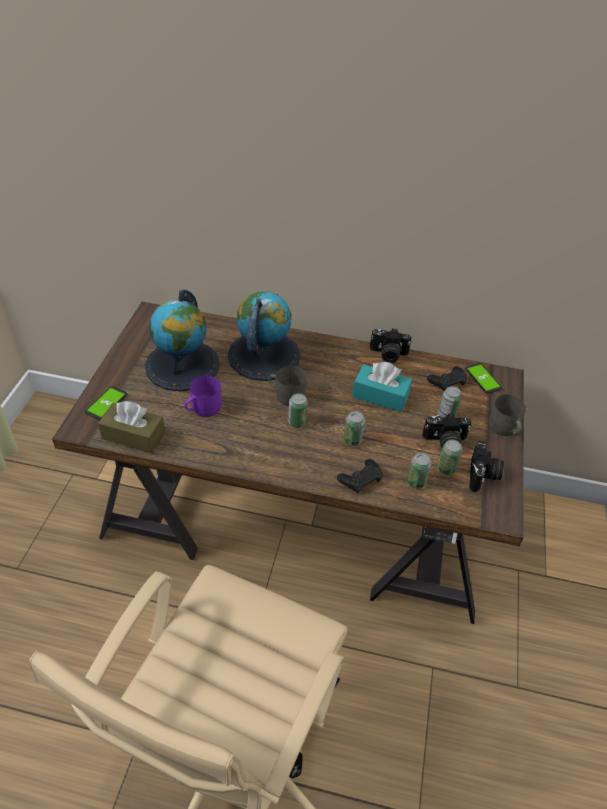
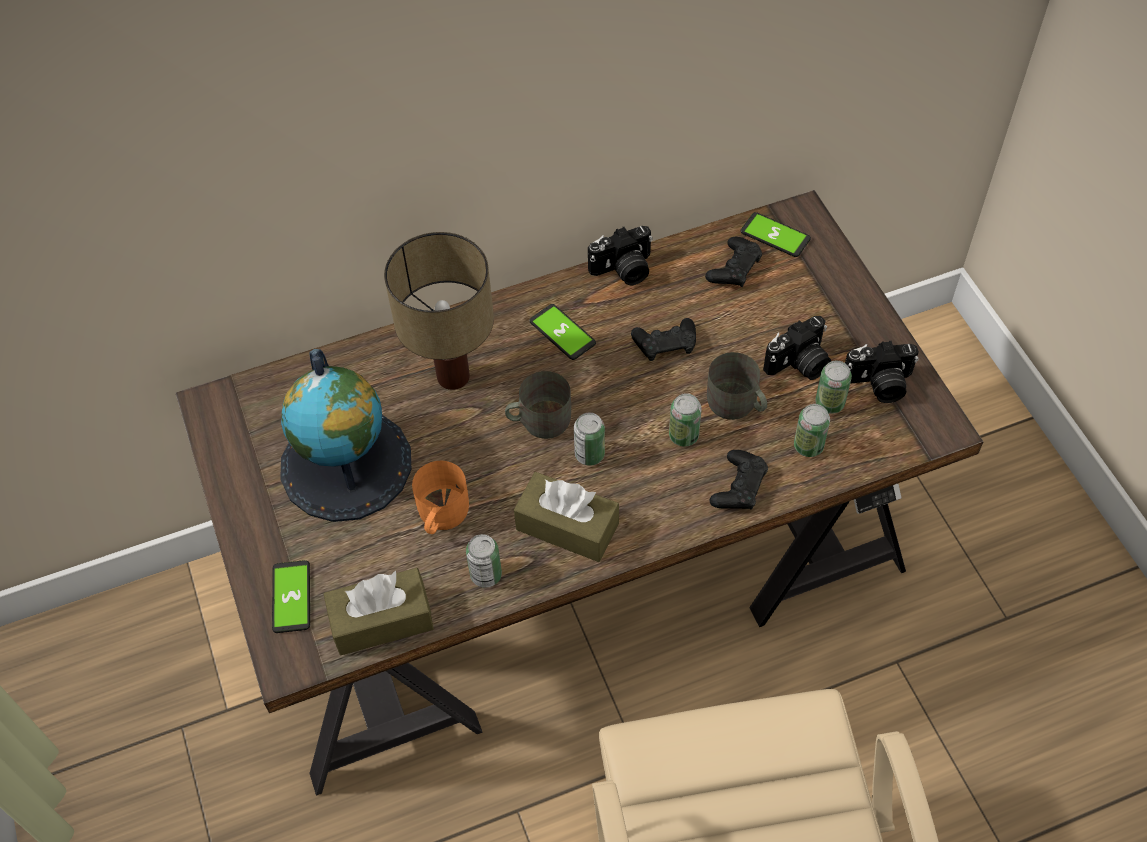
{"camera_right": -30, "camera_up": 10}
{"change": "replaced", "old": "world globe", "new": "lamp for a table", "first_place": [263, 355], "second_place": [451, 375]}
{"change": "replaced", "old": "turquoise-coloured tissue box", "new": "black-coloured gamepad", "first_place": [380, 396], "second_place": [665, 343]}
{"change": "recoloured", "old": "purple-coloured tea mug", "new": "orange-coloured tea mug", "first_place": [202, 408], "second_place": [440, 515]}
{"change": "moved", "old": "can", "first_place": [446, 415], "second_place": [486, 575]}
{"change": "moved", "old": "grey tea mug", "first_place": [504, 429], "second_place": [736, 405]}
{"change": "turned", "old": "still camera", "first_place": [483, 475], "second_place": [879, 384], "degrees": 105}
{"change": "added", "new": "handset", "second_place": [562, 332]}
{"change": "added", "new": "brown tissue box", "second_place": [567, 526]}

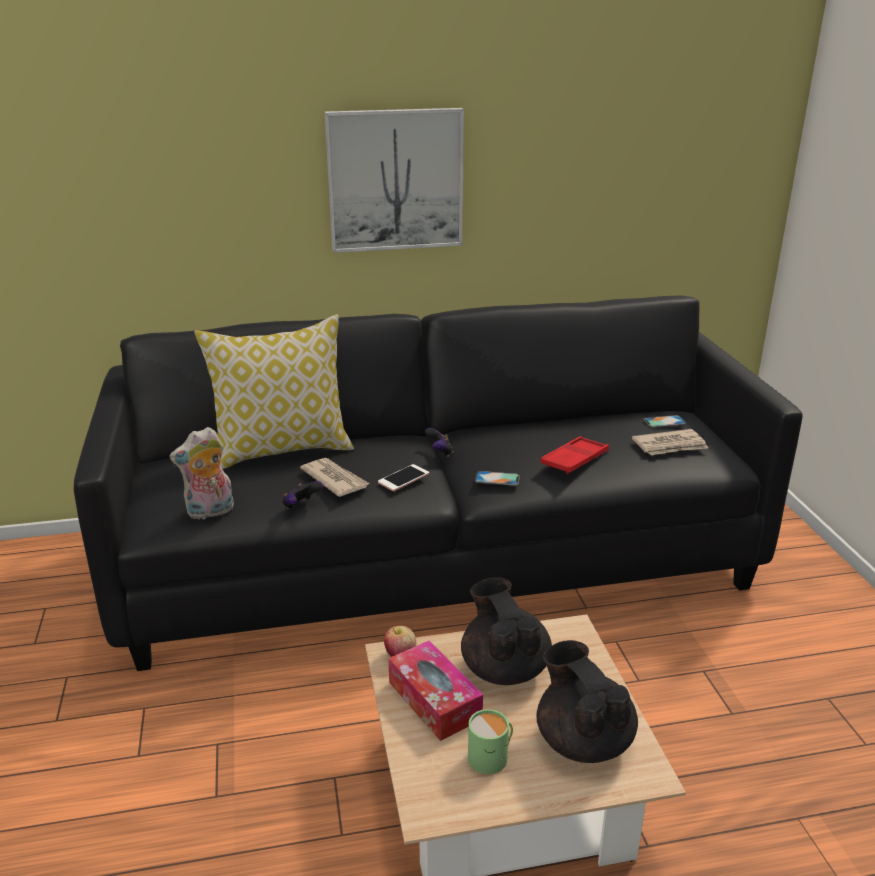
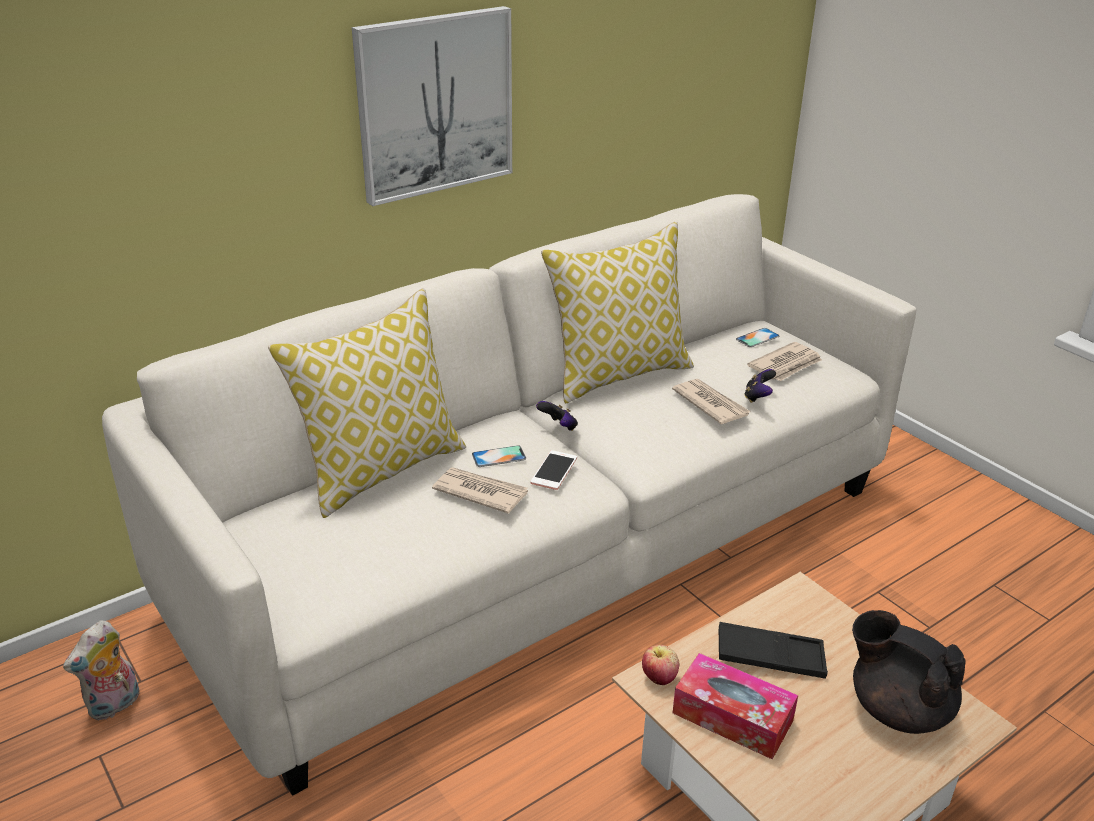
{"camera_right": -25, "camera_up": 5}
{"change": "recoloured", "old": "black-coloured settee", "new": "white settee", "first_place": [437, 559], "second_place": [544, 546]}
{"change": "moved", "old": "plush toy", "first_place": [210, 512], "second_place": [115, 705]}
{"change": "replaced", "old": "reddish tray", "new": "daily paper", "first_place": [574, 460], "second_place": [710, 404]}
{"change": "moved", "old": "handset", "first_place": [497, 478], "second_place": [499, 456]}
{"change": "moved", "old": "gamepad", "first_place": [301, 506], "second_place": [758, 397]}
{"change": "replaced", "old": "black-coloured pot for tea", "new": "black-coloured tray", "first_place": [504, 668], "second_place": [770, 656]}
{"change": "removed", "old": "green-coloured tea mug", "first_place": [492, 757]}
{"change": "added", "new": "throw pillow", "second_place": [618, 374]}

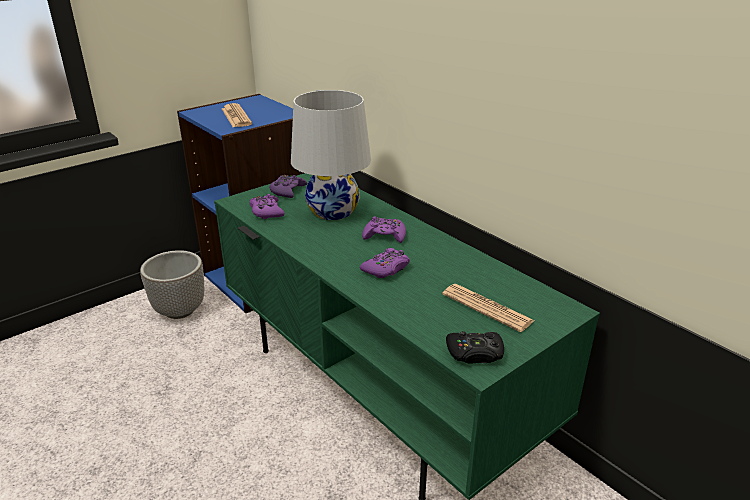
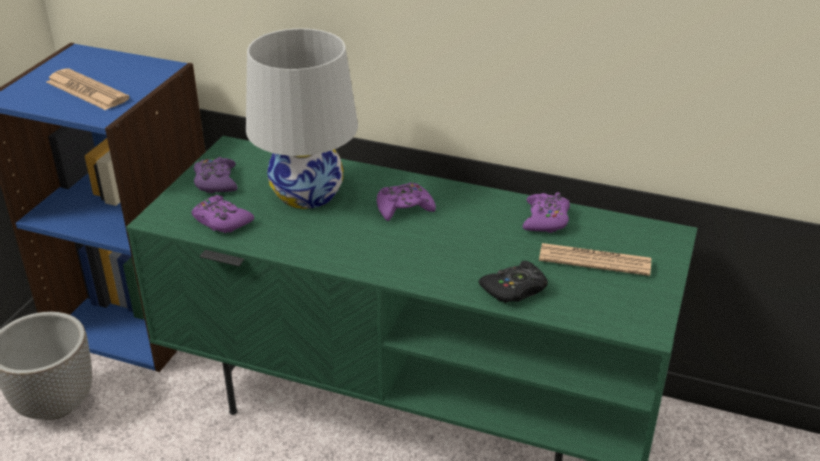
{"camera_right": -30, "camera_up": 5}
{"change": "moved", "old": "purple-coloured gamepad", "first_place": [386, 269], "second_place": [546, 219]}
{"change": "moved", "old": "black-coloured gamepad", "first_place": [475, 353], "second_place": [515, 289]}

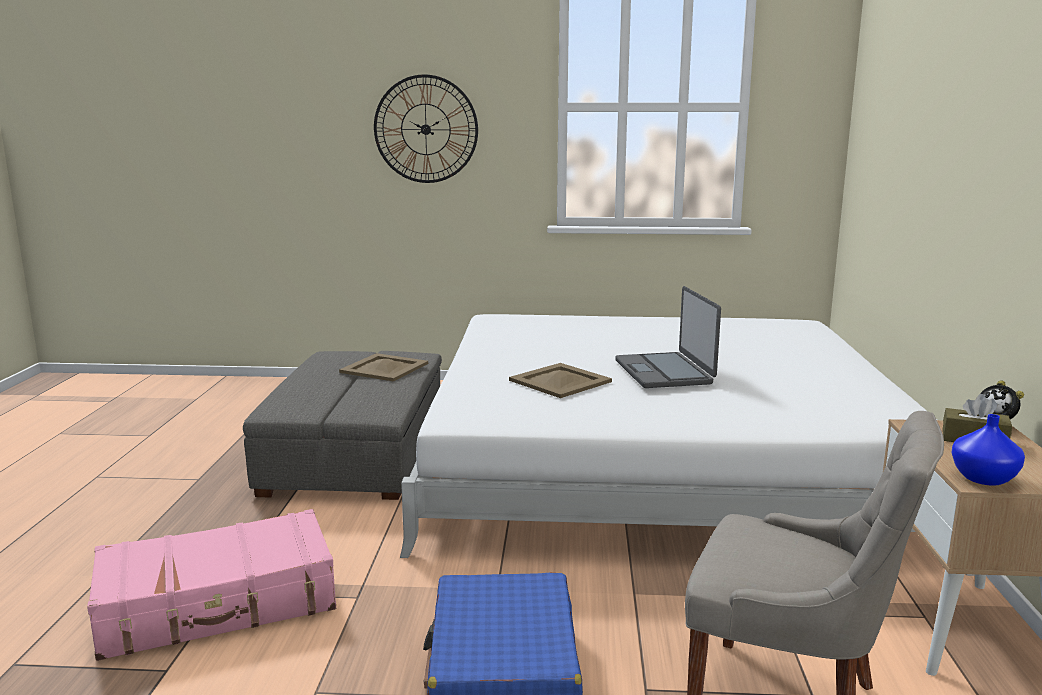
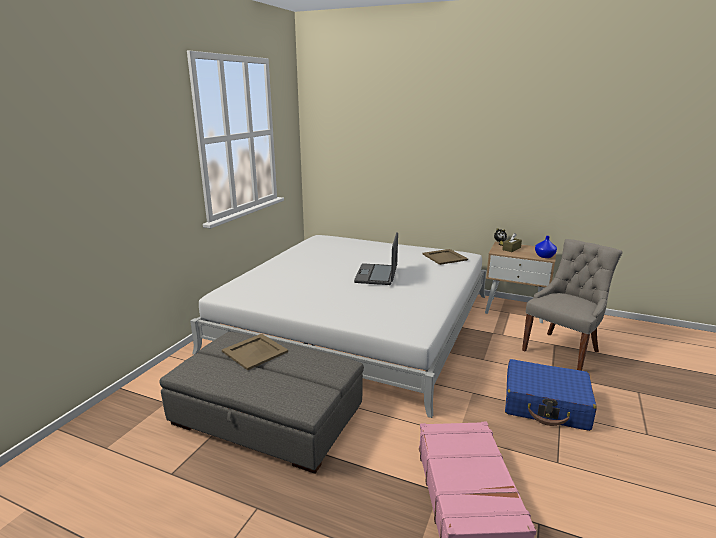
{"camera_right": -70, "camera_up": 5}
{"change": "removed", "old": "hanging clock", "first_place": [426, 129]}
{"change": "turned", "old": "portable computer", "first_place": [664, 372], "second_place": [377, 275], "degrees": 90}
{"change": "moved", "old": "beige tray", "first_place": [560, 381], "second_place": [445, 257]}

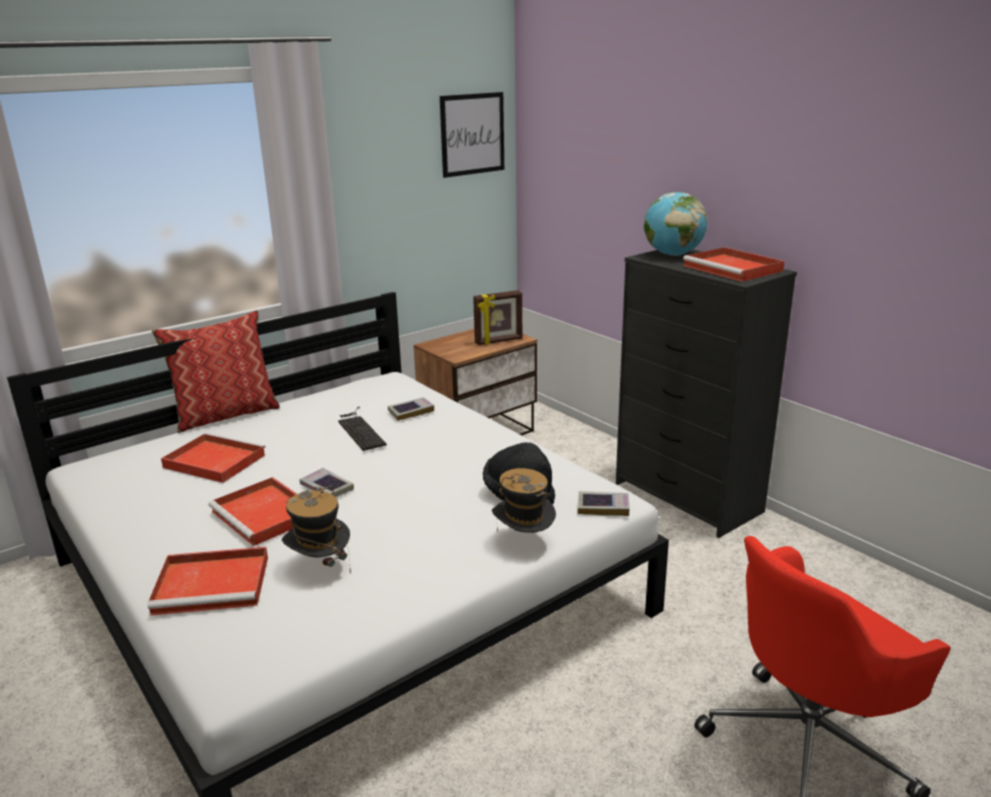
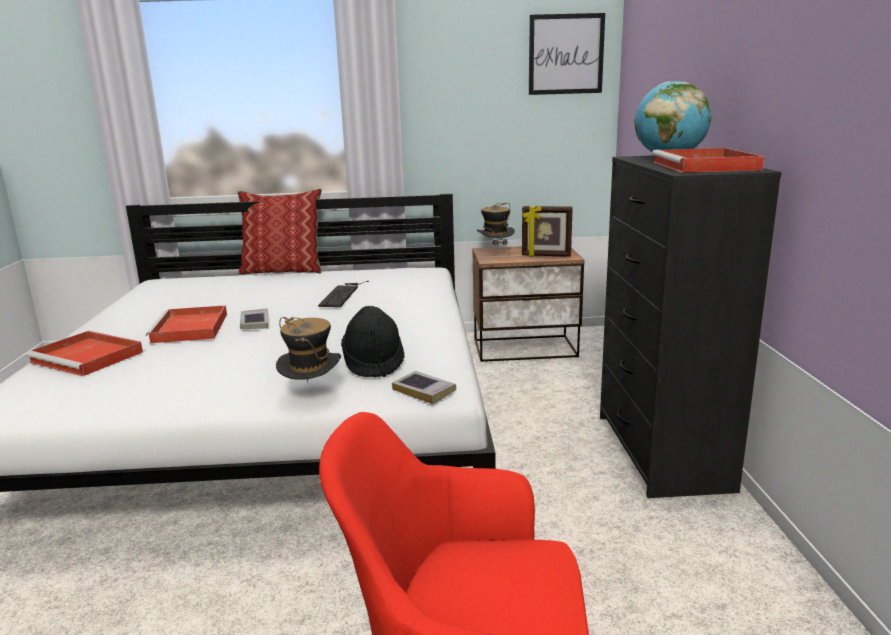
{"camera_right": 35, "camera_up": -5}
{"change": "removed", "old": "volume", "first_place": [411, 412]}
{"change": "removed", "old": "reddish tray", "first_place": [212, 461]}
{"change": "moved", "old": "hat", "first_place": [320, 568], "second_place": [495, 253]}

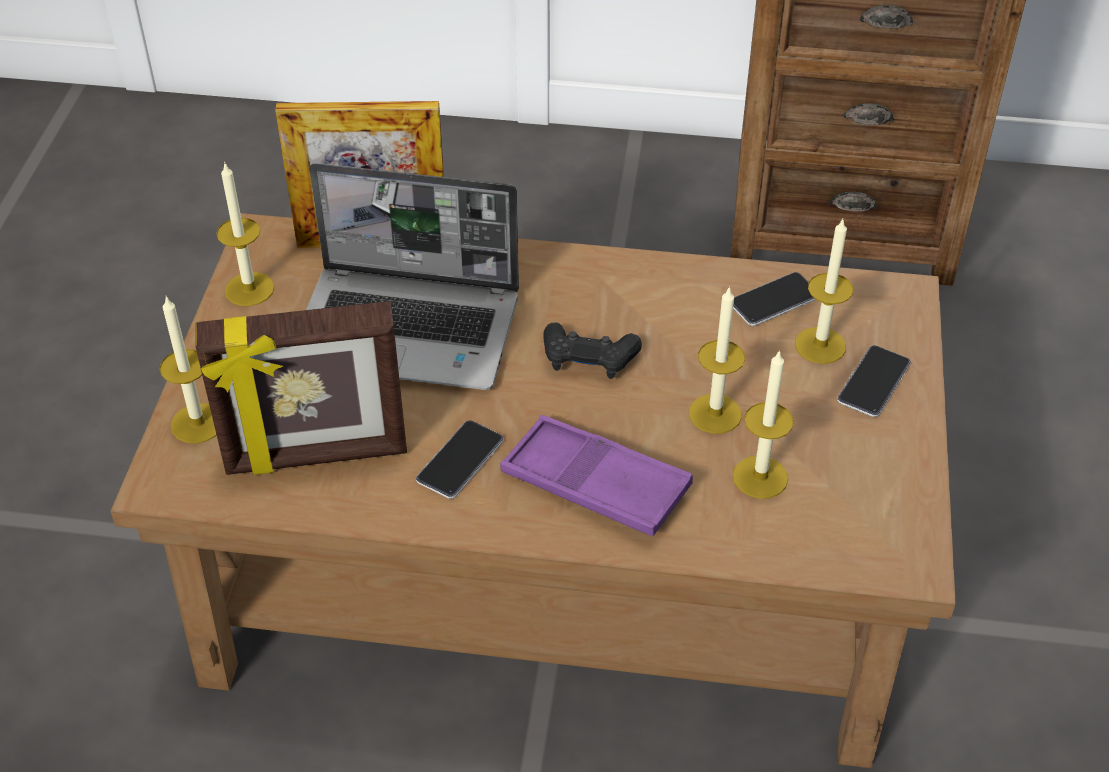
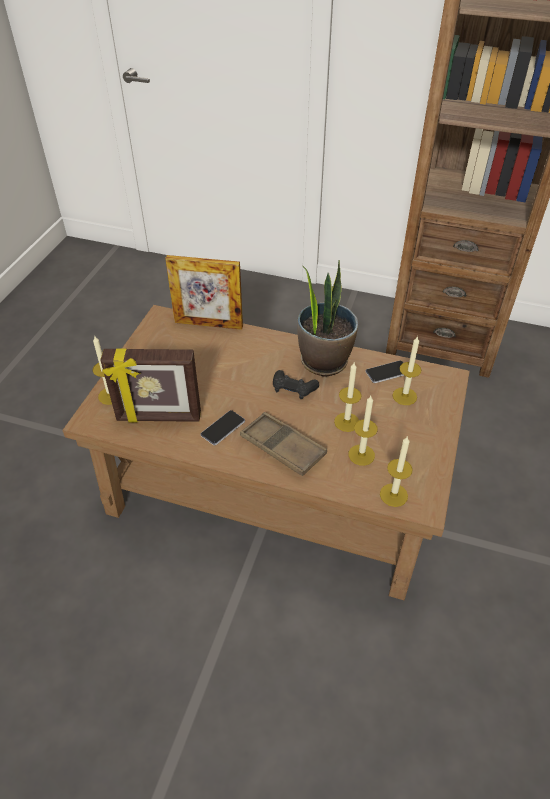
{"camera_right": 10, "camera_up": 0}
{"change": "moved", "old": "candle", "first_place": [249, 289], "second_place": [393, 495]}
{"change": "removed", "old": "portable computer", "first_place": [409, 330]}
{"change": "removed", "old": "handset", "first_place": [873, 382]}
{"change": "recoloured", "old": "purple-coloured tray", "new": "brown tray", "first_place": [595, 484], "second_place": [282, 447]}
{"change": "added", "new": "houseplant", "second_place": [324, 361]}

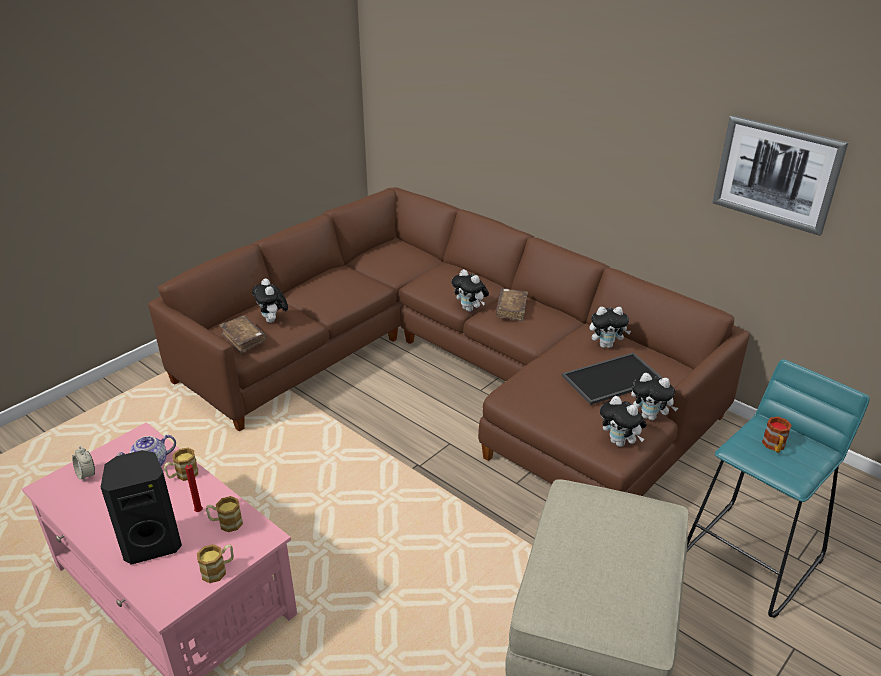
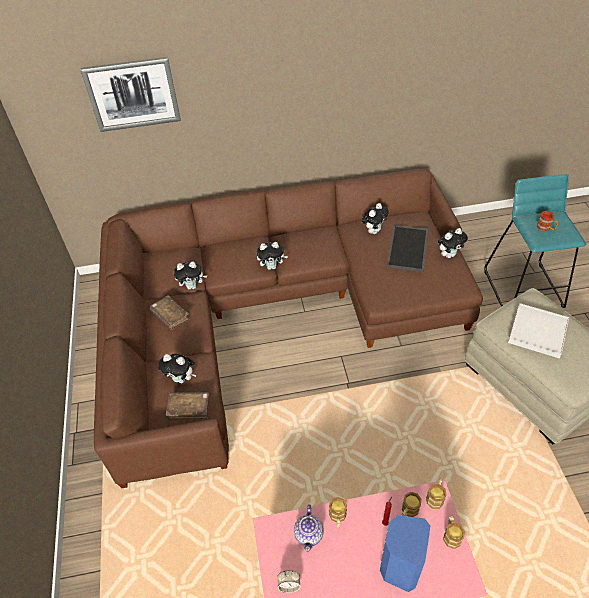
{"camera_right": -50, "camera_up": 15}
{"change": "moved", "old": "wall art", "first_place": [776, 174], "second_place": [133, 94]}
{"change": "moved", "old": "brown volume", "first_place": [511, 310], "second_place": [170, 316]}
{"change": "moved", "old": "plush toy", "first_place": [620, 443], "second_place": [192, 286]}
{"change": "recoloured", "old": "black-coloured speaker", "new": "bluish speaker", "first_place": [152, 543], "second_place": [399, 566]}
{"change": "added", "new": "white tray", "second_place": [537, 332]}
{"change": "added", "new": "tea mug", "second_place": [435, 497]}

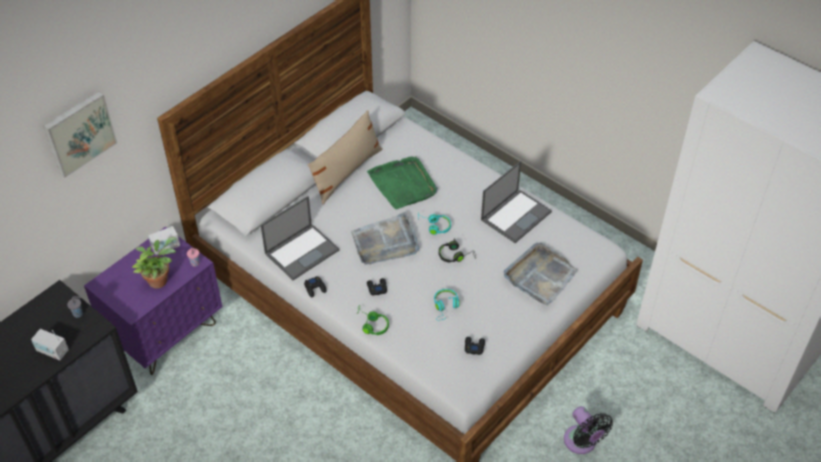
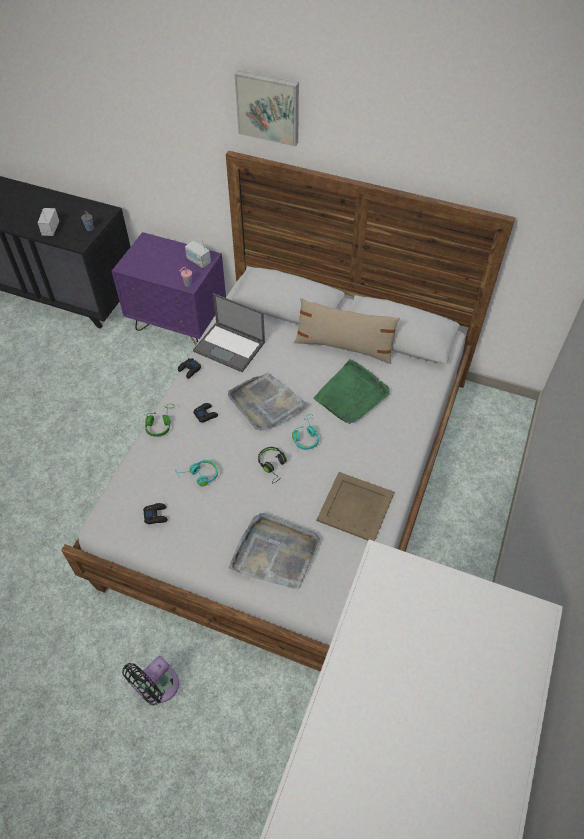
{"camera_right": 70, "camera_up": 5}
{"change": "moved", "old": "wall art", "first_place": [78, 132], "second_place": [268, 107]}
{"change": "replaced", "old": "portable computer", "new": "beige tray", "first_place": [516, 215], "second_place": [356, 506]}
{"change": "removed", "old": "houseplant", "first_place": [159, 279]}

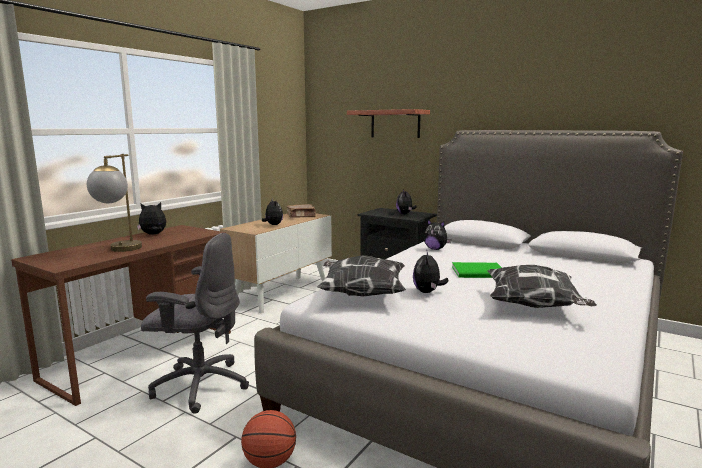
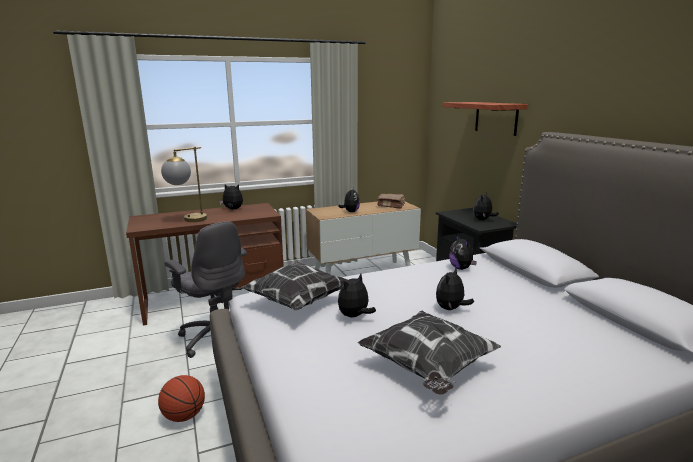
{"camera_right": 35, "camera_up": 5}
{"change": "replaced", "old": "green-coloured volume", "new": "plush toy", "first_place": [480, 272], "second_place": [451, 309]}

